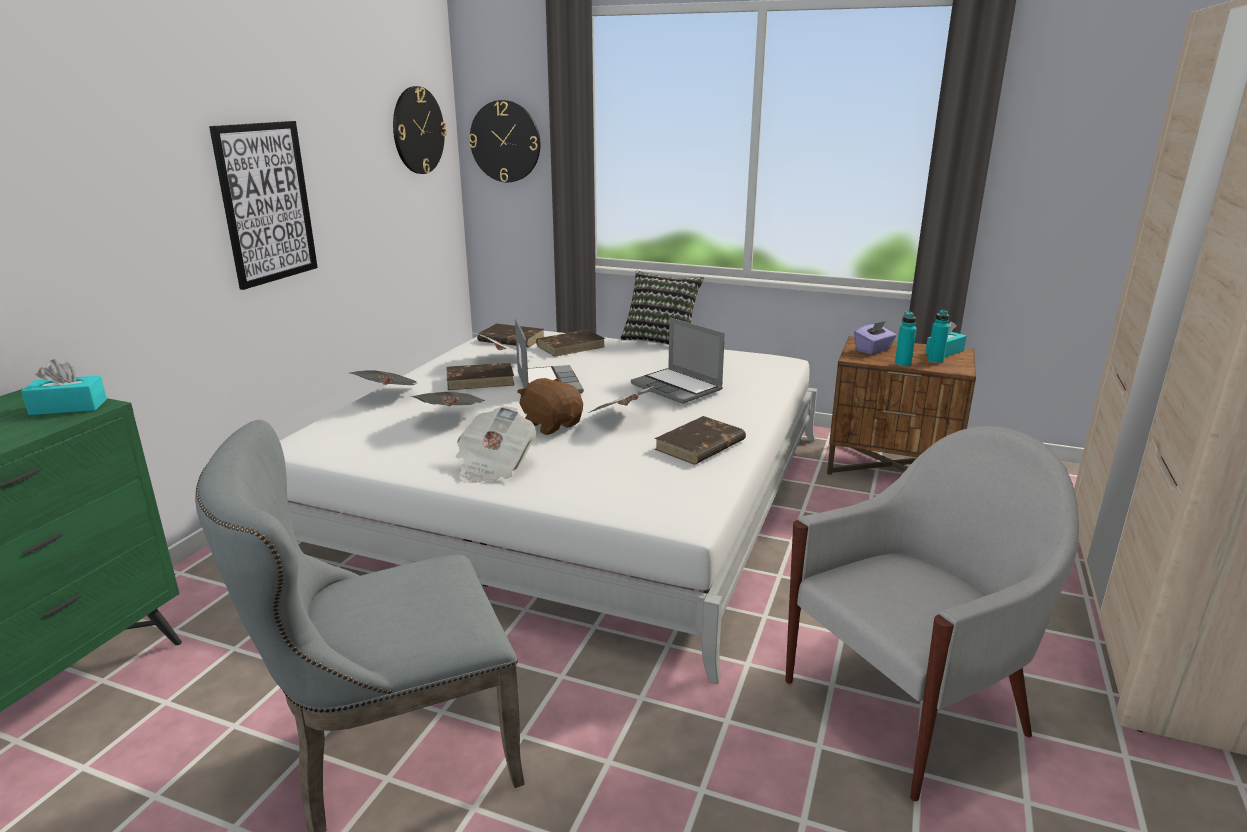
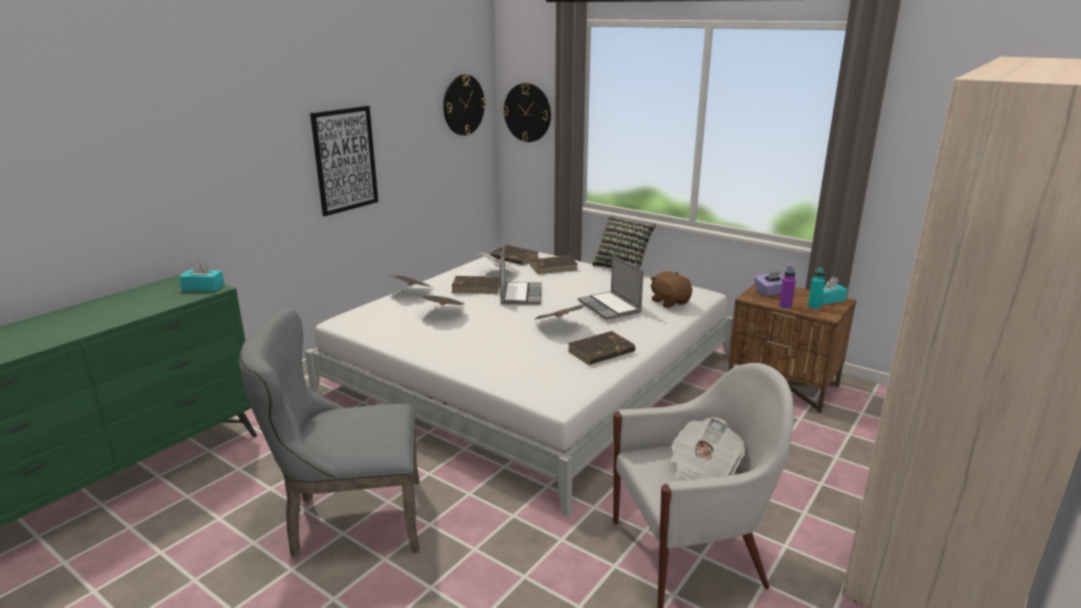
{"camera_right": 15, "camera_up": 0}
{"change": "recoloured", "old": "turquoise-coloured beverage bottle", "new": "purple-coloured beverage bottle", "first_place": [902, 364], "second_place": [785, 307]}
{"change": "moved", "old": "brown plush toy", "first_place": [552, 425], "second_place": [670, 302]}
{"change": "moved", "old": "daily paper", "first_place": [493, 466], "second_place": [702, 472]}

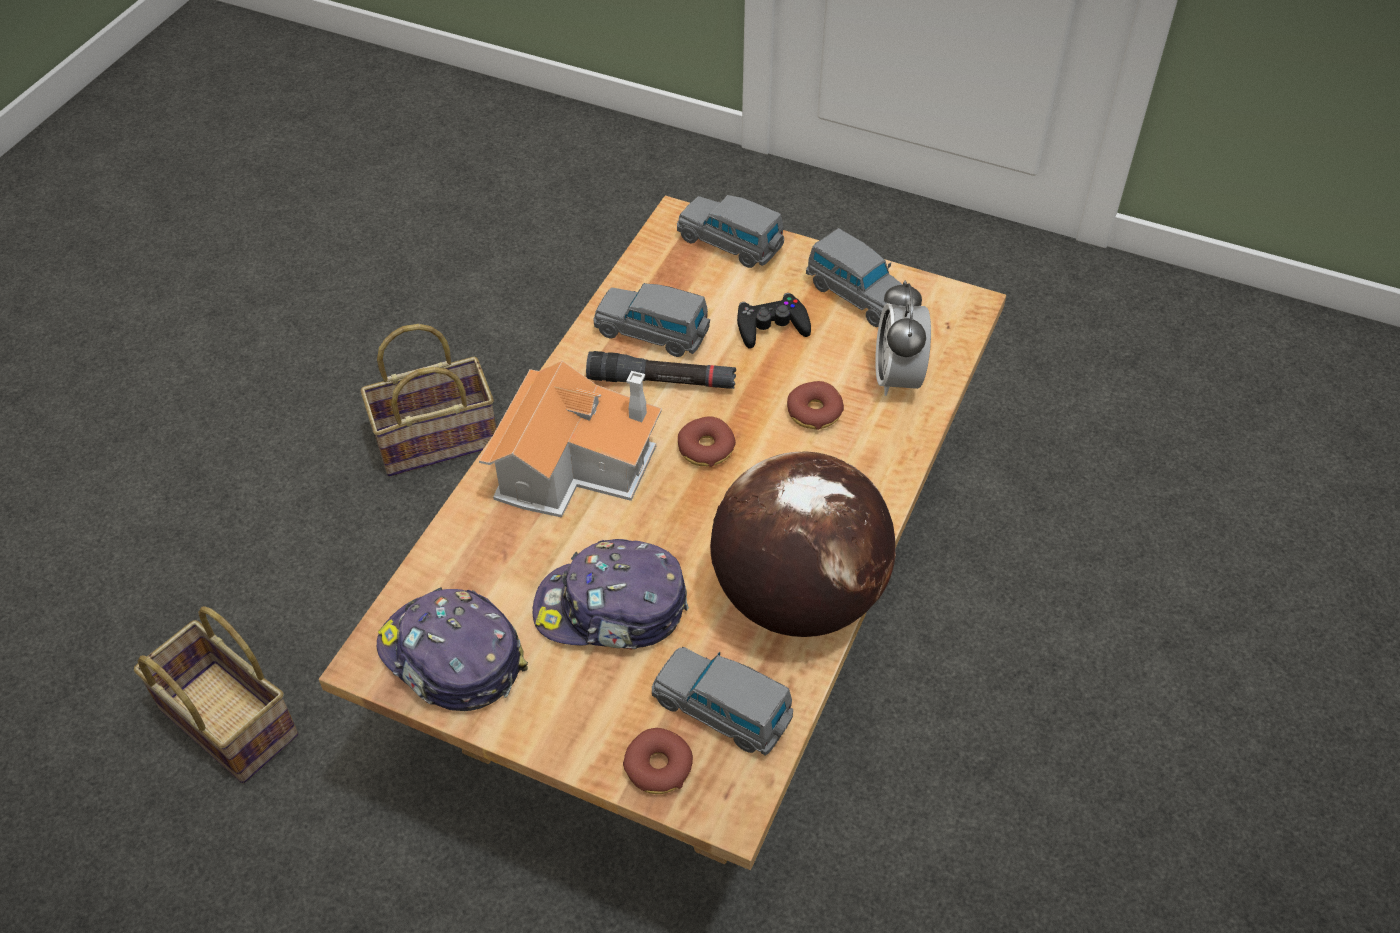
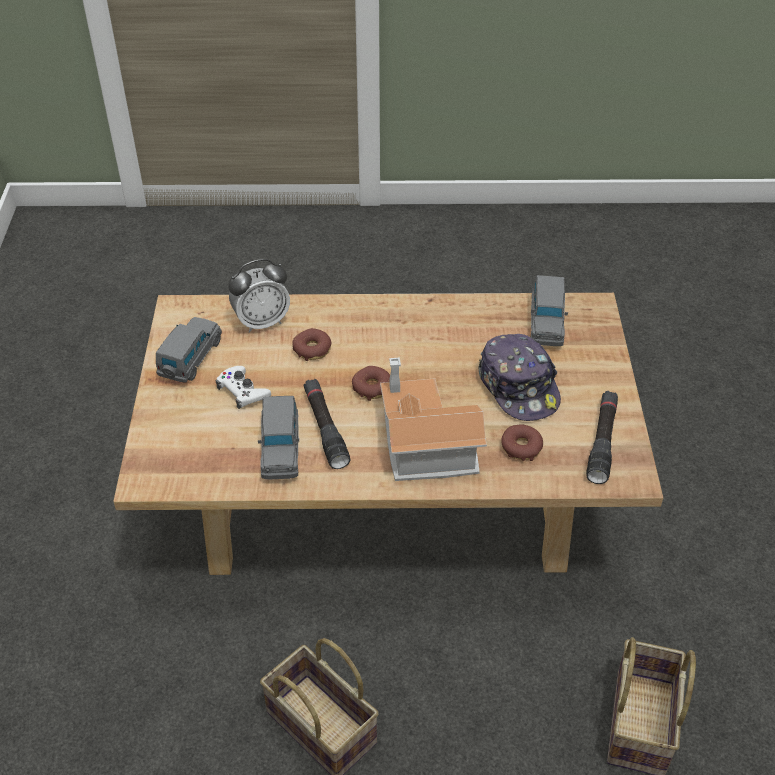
{"camera_right": -115, "camera_up": -5}
{"change": "removed", "old": "grey model car", "first_place": [731, 244]}
{"change": "recoloured", "old": "black-coloured gamepad", "new": "white gamepad", "first_place": [771, 326], "second_place": [242, 391]}
{"change": "removed", "old": "world globe", "first_place": [797, 597]}
{"change": "replaced", "old": "cap", "new": "black-coloured torch", "first_place": [451, 658], "second_place": [602, 442]}
{"change": "moved", "old": "donut", "first_place": [658, 767], "second_place": [521, 447]}

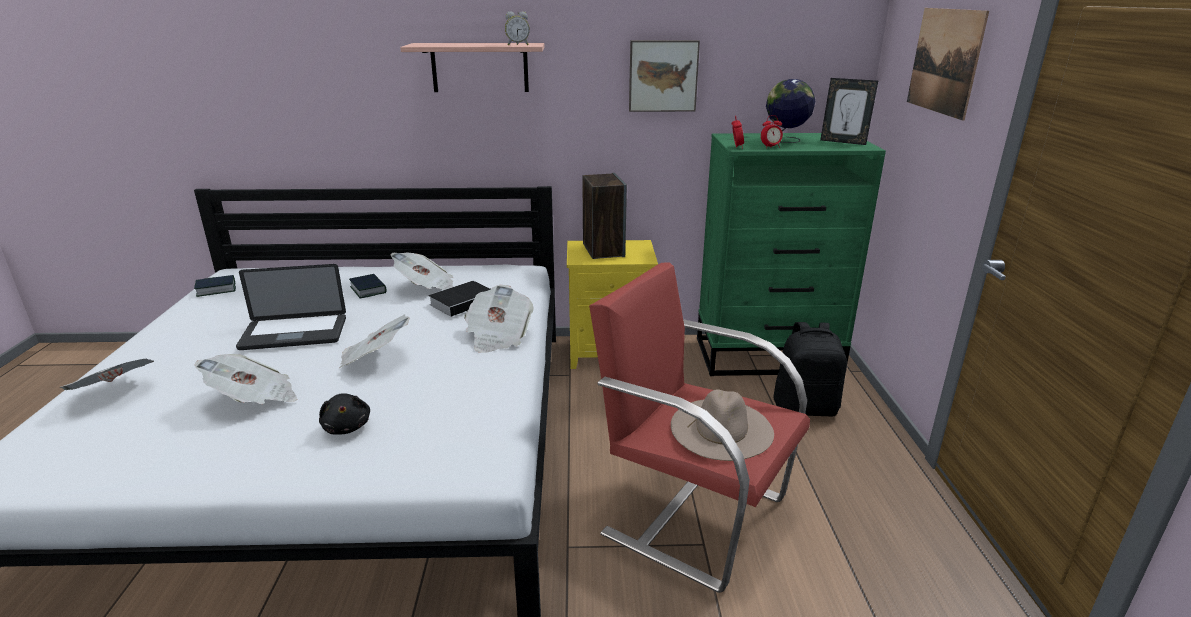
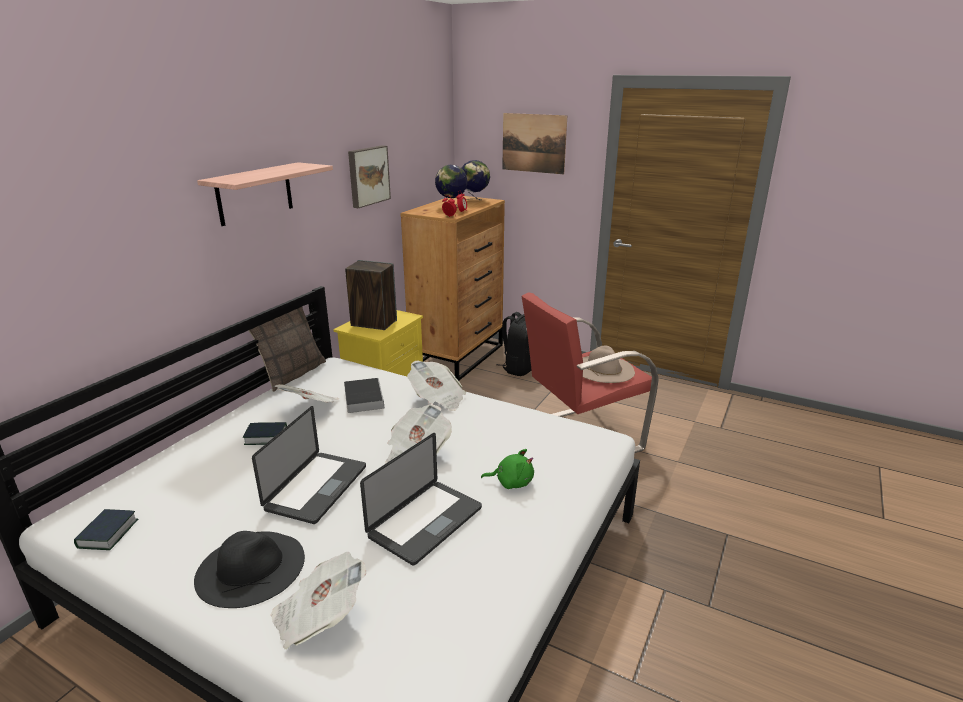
{"camera_right": -60, "camera_up": 0}
{"change": "removed", "old": "table clock", "first_place": [517, 45]}
{"change": "replaced", "old": "photo frame", "new": "world globe", "first_place": [843, 142], "second_place": [474, 200]}
{"change": "recoloured", "old": "green-coloured drawer chest", "new": "brown drawer chest", "first_place": [769, 355], "second_place": [458, 356]}
{"change": "replaced", "old": "daily paper", "new": "portable computer", "first_place": [255, 399], "second_place": [425, 522]}
{"change": "recoloured", "old": "black-coloured plush toy", "new": "green-coloured plush toy", "first_place": [347, 427], "second_place": [511, 482]}
{"change": "added", "new": "throw pillow", "second_place": [292, 374]}
{"change": "added", "new": "black-coloured hat", "second_place": [250, 567]}

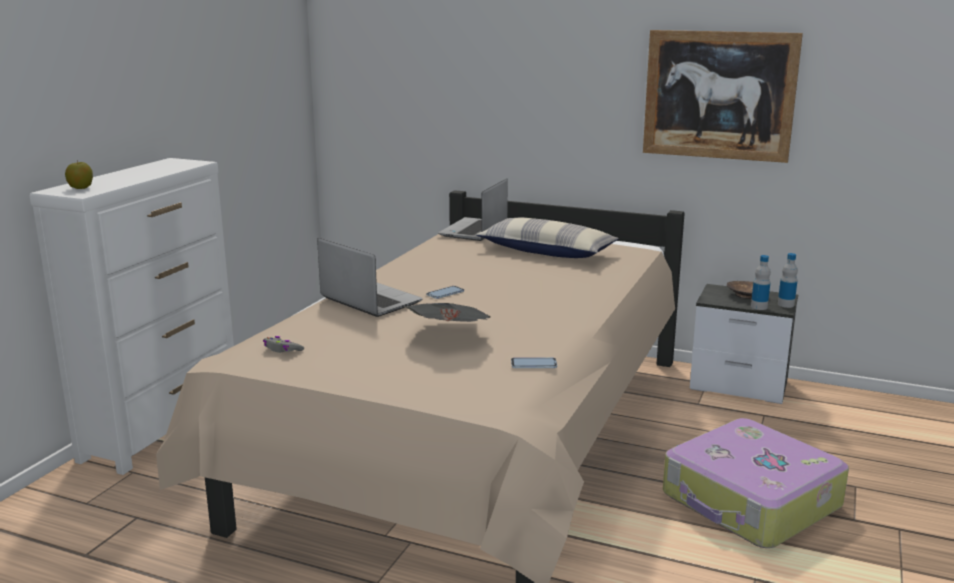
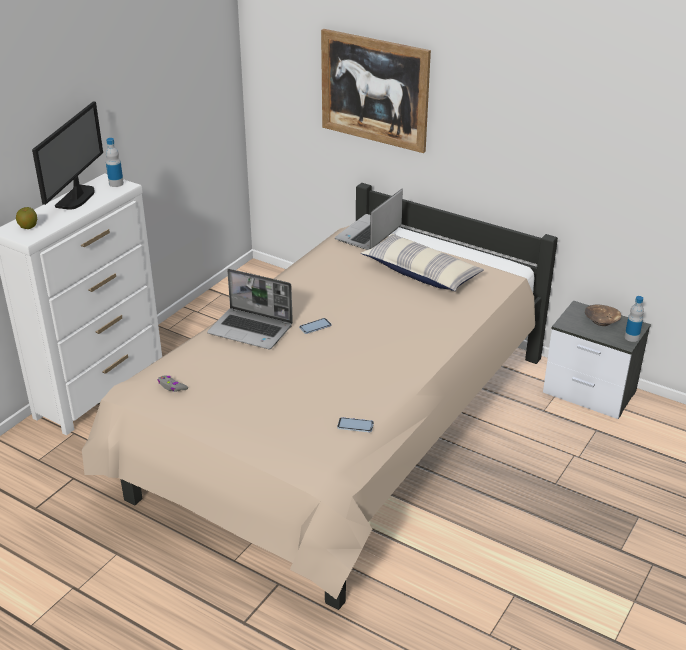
{"camera_right": 10, "camera_up": 15}
{"change": "moved", "old": "wall art", "first_place": [719, 95], "second_place": [374, 90]}
{"change": "turned", "old": "portable computer", "first_place": [369, 300], "second_place": [251, 330], "degrees": 150}
{"change": "moved", "old": "beverage bottle", "first_place": [759, 307], "second_place": [116, 183]}
{"change": "removed", "old": "daily paper", "first_place": [449, 335]}
{"change": "removed", "old": "suitcase", "first_place": [750, 502]}
{"change": "added", "new": "monitor", "second_place": [77, 198]}

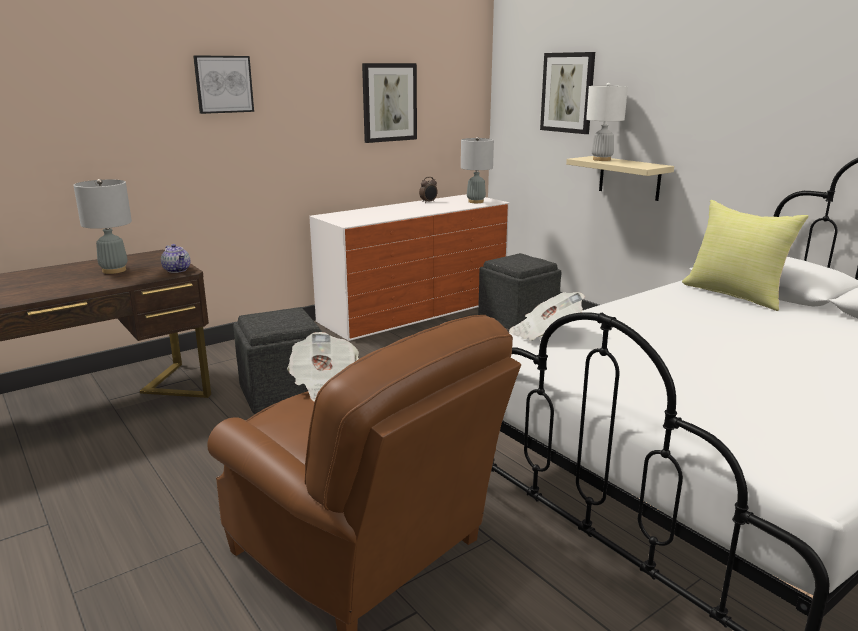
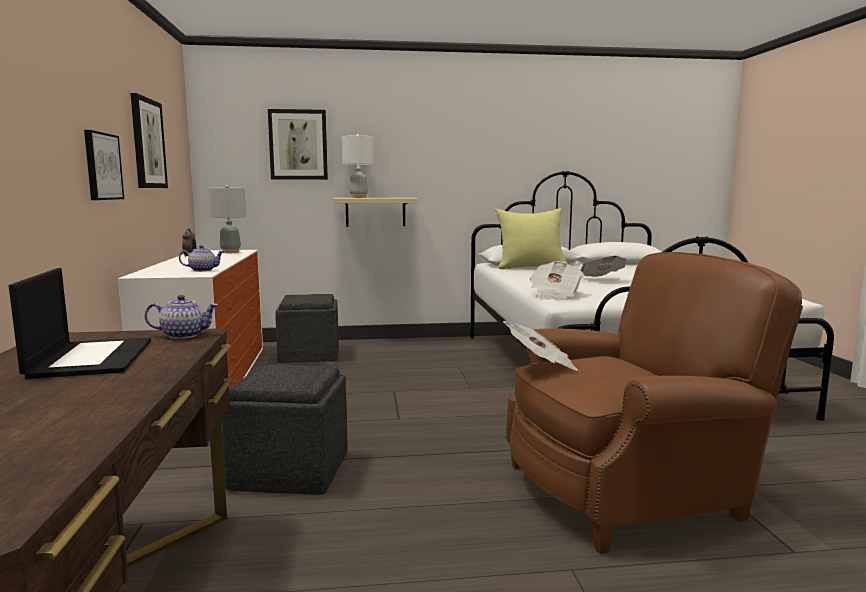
{"camera_right": -60, "camera_up": -10}
{"change": "moved", "old": "wall art", "first_place": [223, 84], "second_place": [102, 166]}
{"change": "replaced", "old": "grey lamp for a table", "new": "portable computer", "first_place": [114, 270], "second_place": [91, 358]}
{"change": "added", "new": "pot for tea", "second_place": [203, 270]}
{"change": "added", "new": "daily paper", "second_place": [601, 280]}

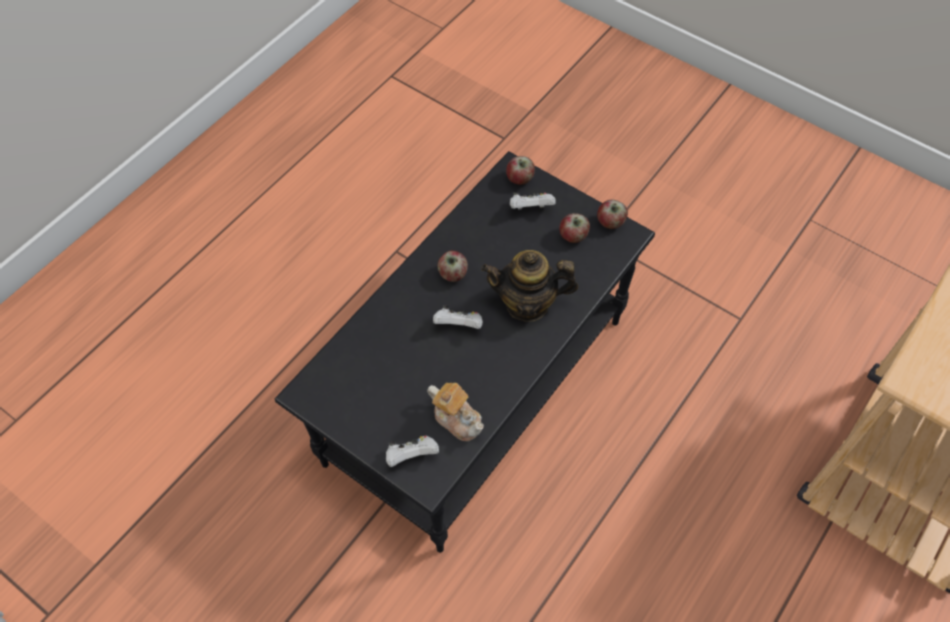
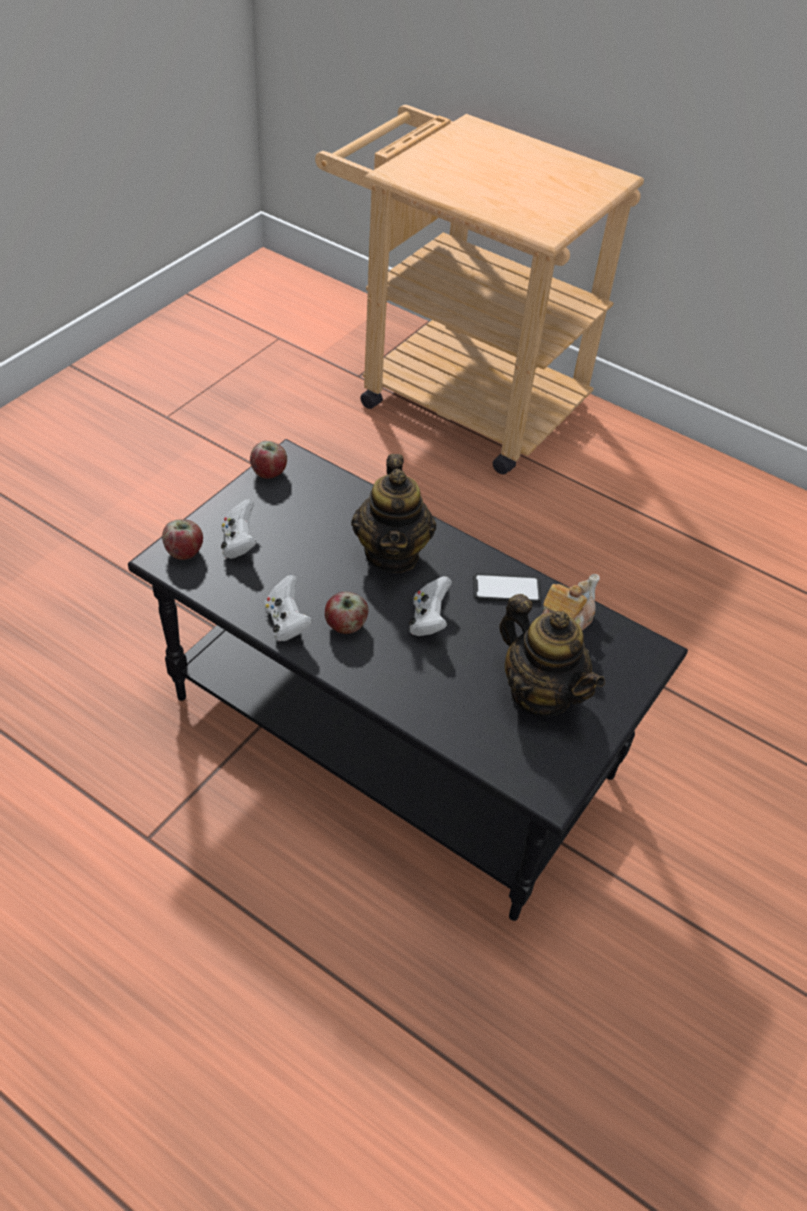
{"camera_right": -95, "camera_up": -10}
{"change": "removed", "old": "apple fruit", "first_place": [573, 236]}
{"change": "moved", "old": "white gamepad", "first_place": [411, 456], "second_place": [287, 623]}
{"change": "added", "new": "handset", "second_place": [506, 589]}
{"change": "added", "new": "pot for tea", "second_place": [540, 693]}

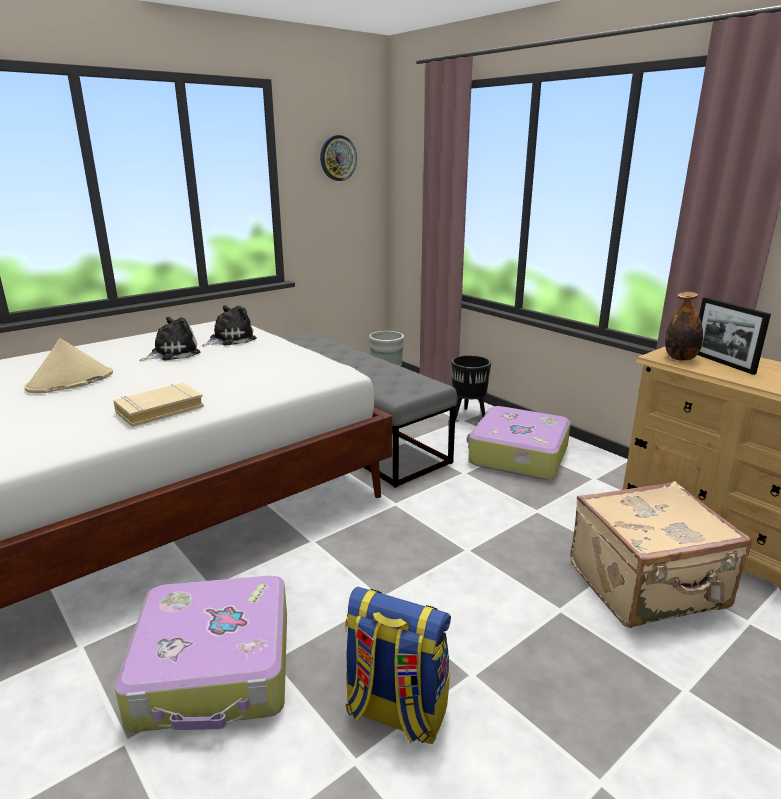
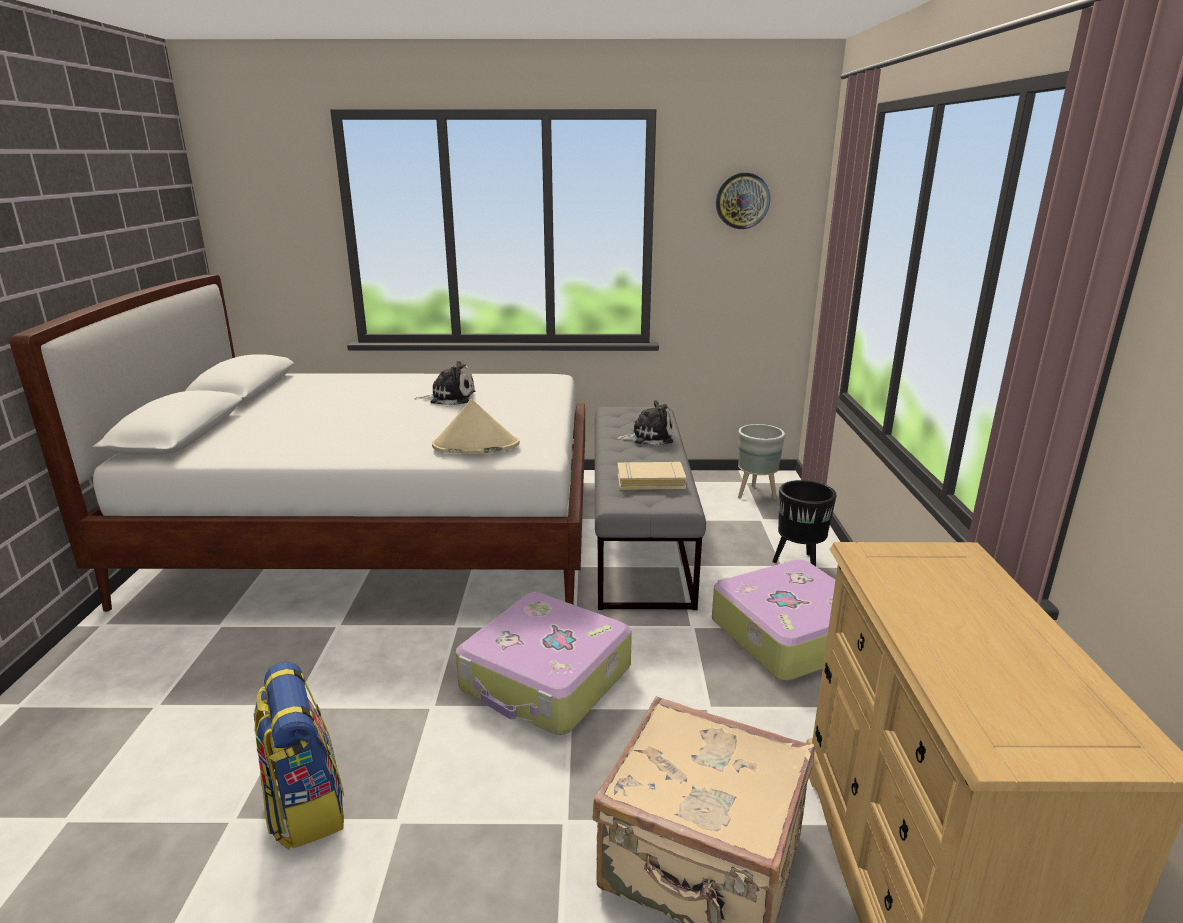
{"camera_right": 40, "camera_up": 0}
{"change": "removed", "old": "beverage bottle", "first_place": [680, 358]}
{"change": "removed", "old": "photo frame", "first_place": [722, 363]}
{"change": "moved", "old": "plush toy", "first_place": [230, 339], "second_place": [649, 437]}
{"change": "moved", "old": "beige hat", "first_place": [70, 381], "second_place": [475, 445]}
{"change": "moved", "old": "beige volume", "first_place": [159, 409], "second_place": [650, 480]}
{"change": "moved", "old": "suitcase", "first_place": [215, 669], "second_place": [546, 679]}

